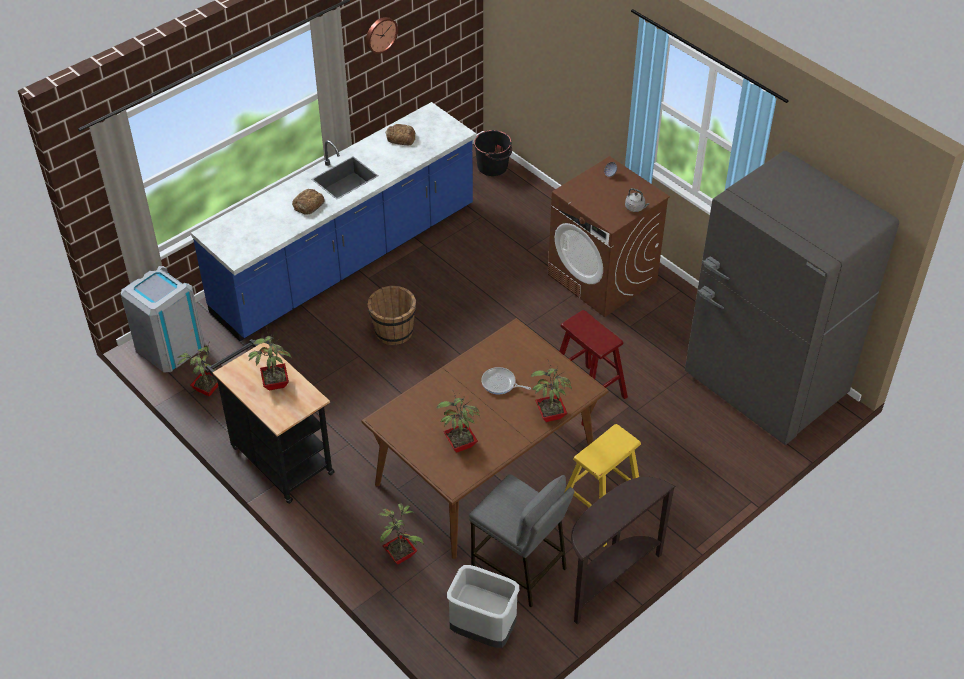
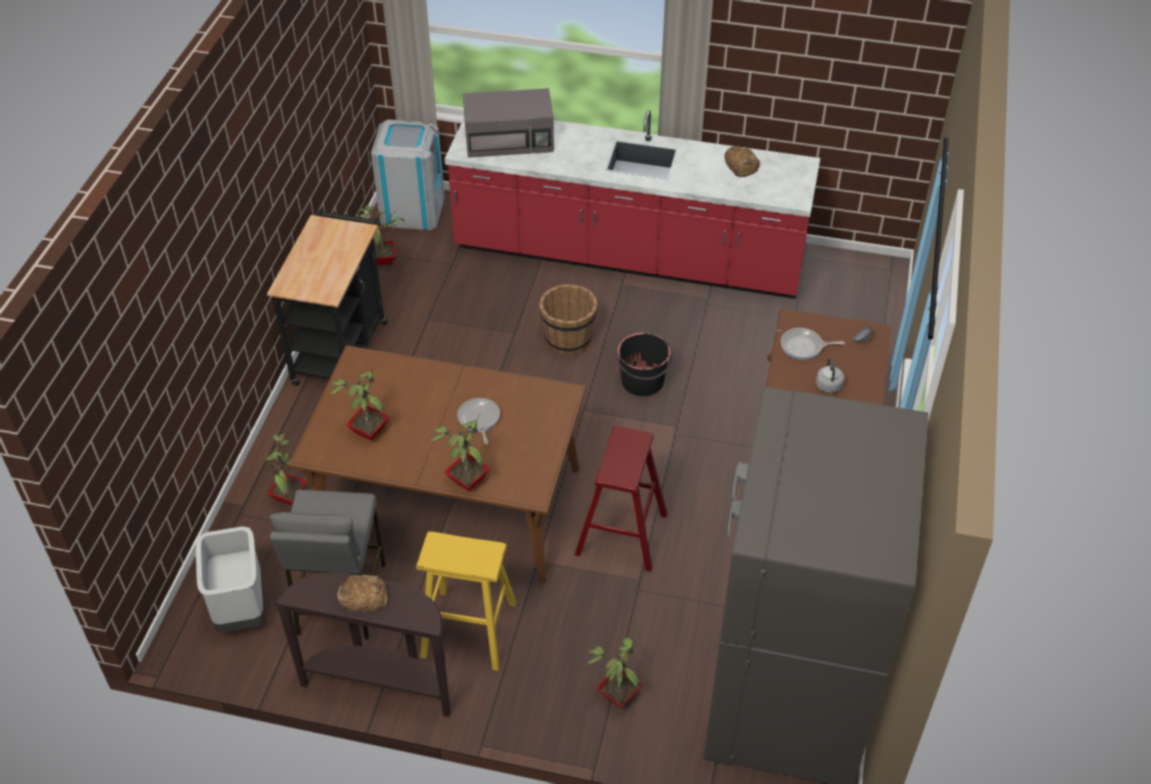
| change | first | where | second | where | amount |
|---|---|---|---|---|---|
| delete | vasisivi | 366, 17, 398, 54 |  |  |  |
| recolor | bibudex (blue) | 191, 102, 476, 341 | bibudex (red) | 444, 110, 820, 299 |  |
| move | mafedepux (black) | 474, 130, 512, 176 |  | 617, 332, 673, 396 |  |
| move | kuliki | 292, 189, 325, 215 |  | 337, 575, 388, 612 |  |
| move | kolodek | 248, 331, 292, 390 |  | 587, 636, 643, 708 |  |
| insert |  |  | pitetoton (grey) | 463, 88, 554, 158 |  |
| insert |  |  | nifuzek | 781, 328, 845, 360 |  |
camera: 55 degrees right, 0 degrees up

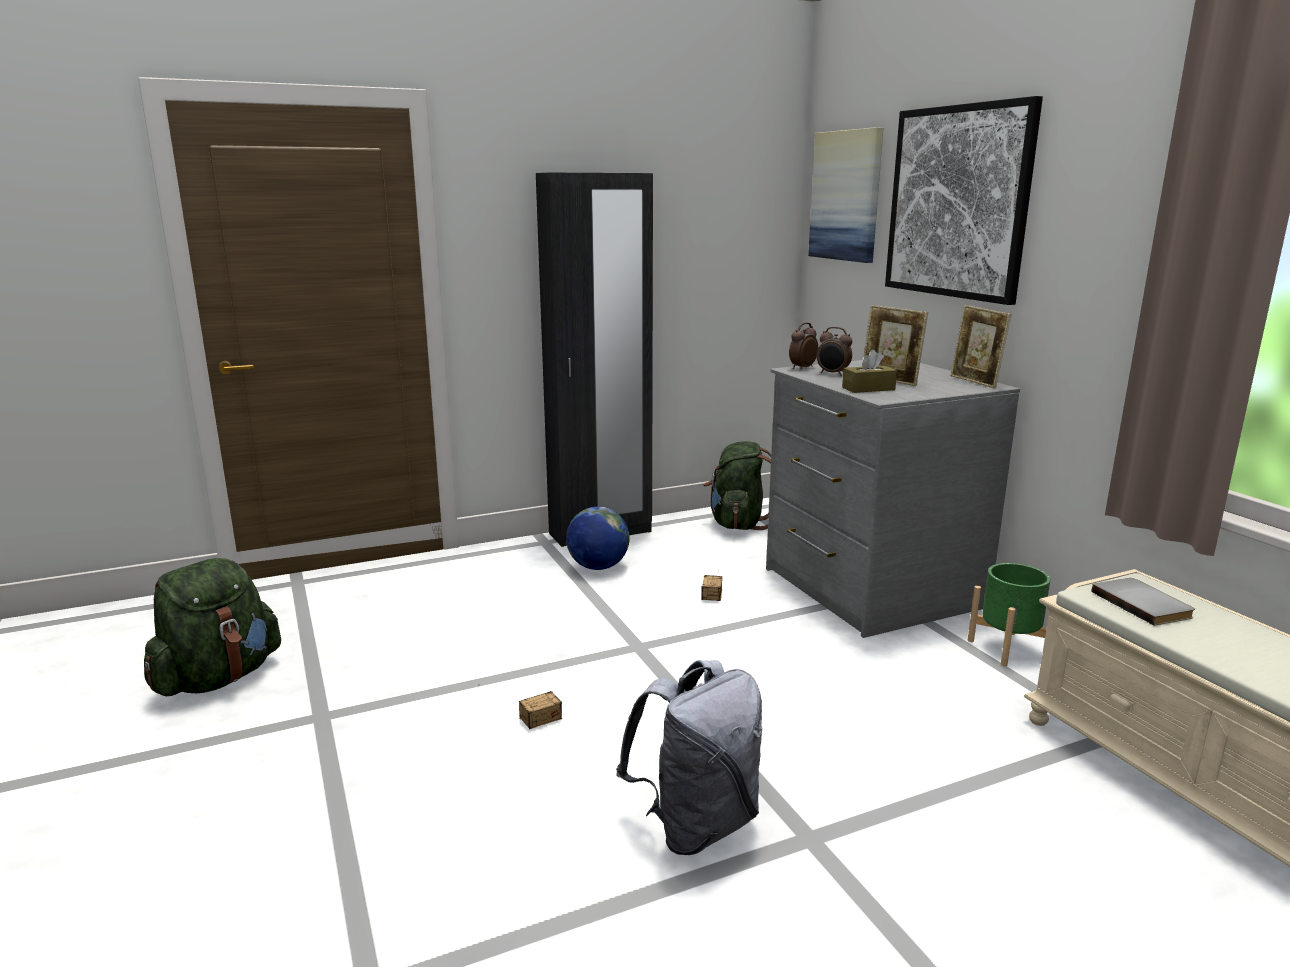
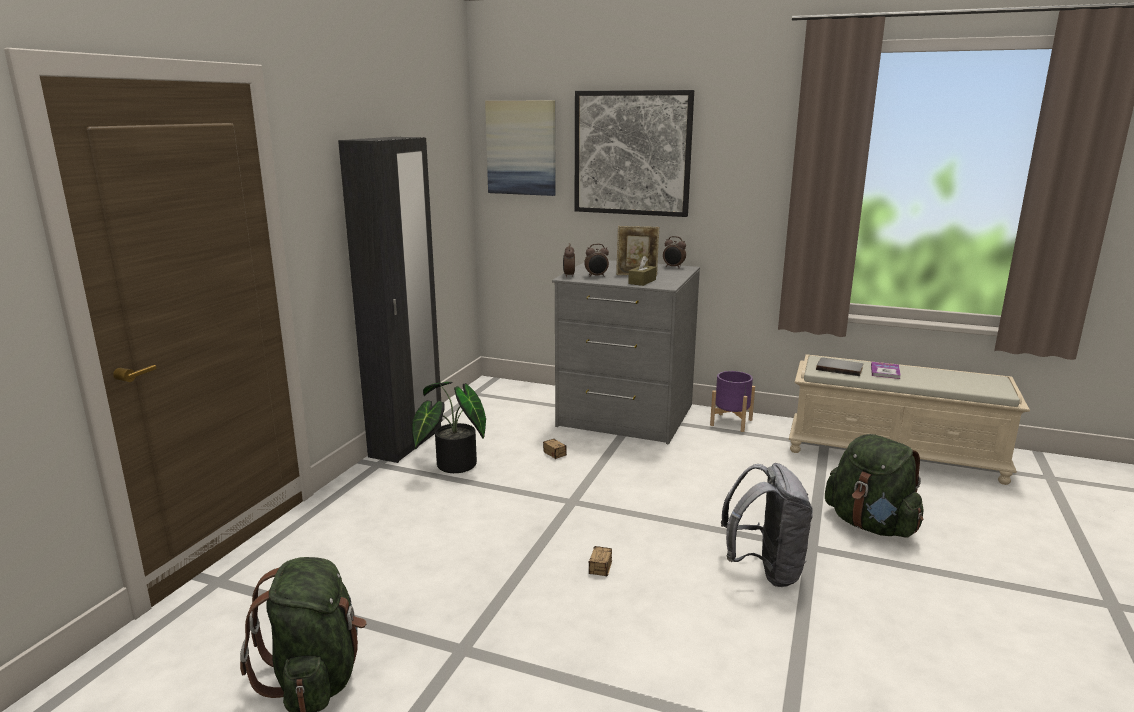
| change | first | where | second | where | amount |
|---|---|---|---|---|---|
| replace | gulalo | 951, 305, 1012, 389 | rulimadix | 663, 236, 686, 267 |  |
| move | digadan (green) | 703, 441, 771, 530 |  | 825, 434, 924, 538 |  |
| replace | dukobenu | 566, 507, 630, 570 | kolodek | 412, 382, 486, 473 |  |
| recolor | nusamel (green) | 968, 563, 1051, 666 | nusamel (purple) | 710, 371, 755, 432 |  |
| insert |  |  | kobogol | 871, 362, 901, 379 |  |
camera: 45 degrees left, 0 degrees up

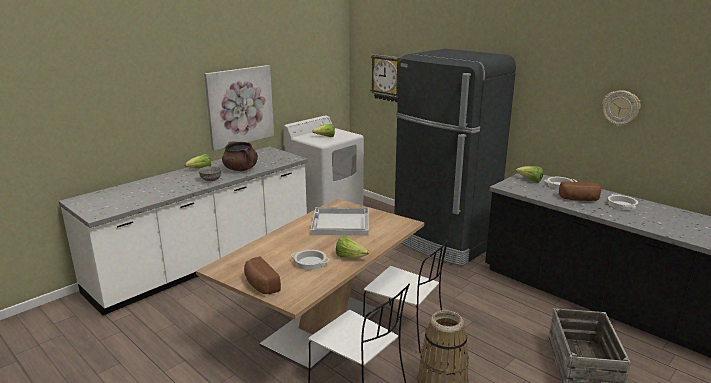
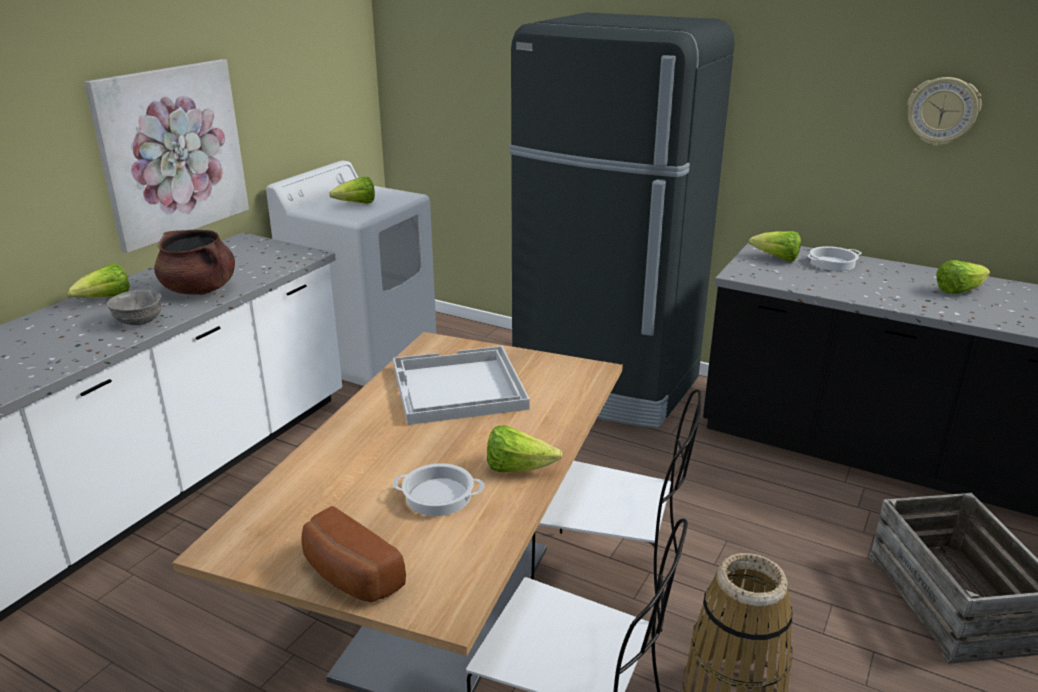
| change | first | where | second | where | amount |
|---|---|---|---|---|---|
| delete | vasisivi | 371, 54, 401, 102 |  |  |  |
| delete | kuliki | 559, 181, 601, 201 |  |  |  |
| replace | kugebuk | 608, 194, 638, 210 | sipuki | 936, 260, 990, 294 |  |
camera: 15 degrees left, 5 degrees up

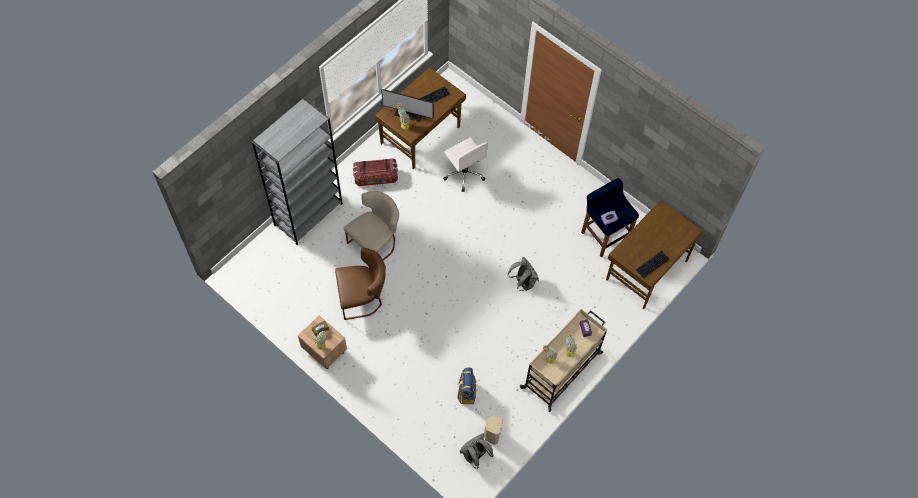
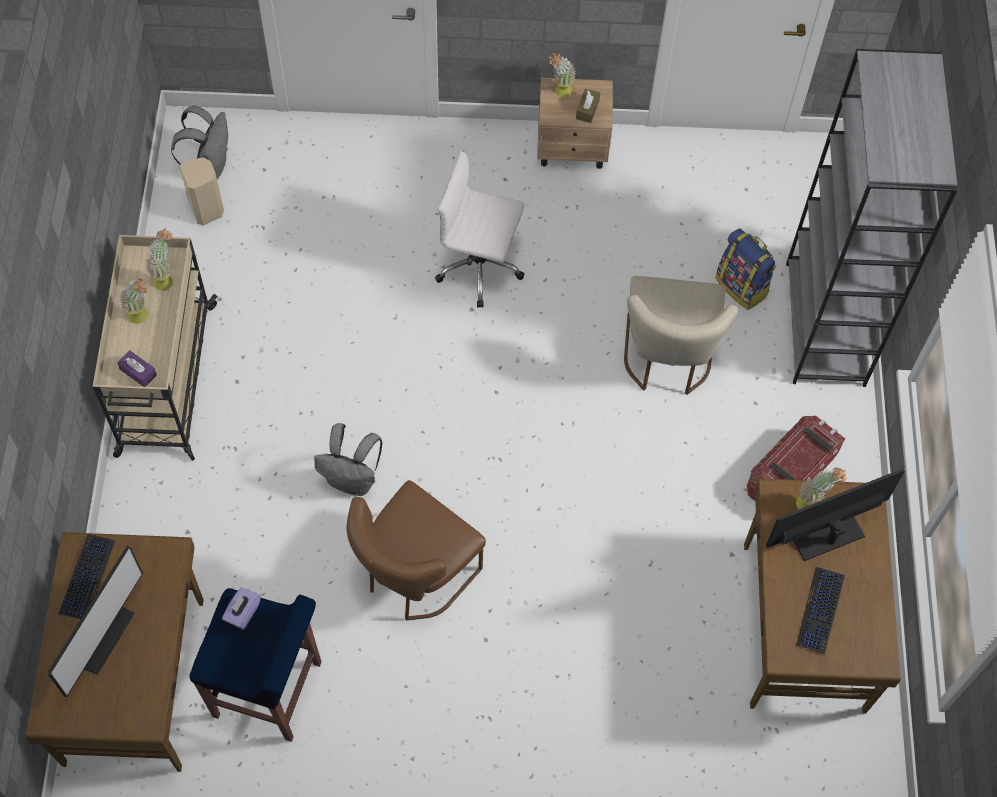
| change | first | where | second | where | amount |
|---|---|---|---|---|---|
| move | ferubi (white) | 443, 137, 488, 192 |  | 435, 151, 524, 308 |  |
| move | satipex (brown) | 335, 247, 386, 320 |  | 347, 480, 486, 620 |  |
| move | digadan | 458, 368, 476, 404 |  | 715, 228, 776, 310 |  |
| insert |  |  | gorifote | 47, 545, 143, 697 |  |
camera: 140 degrees right, 0 degrees up

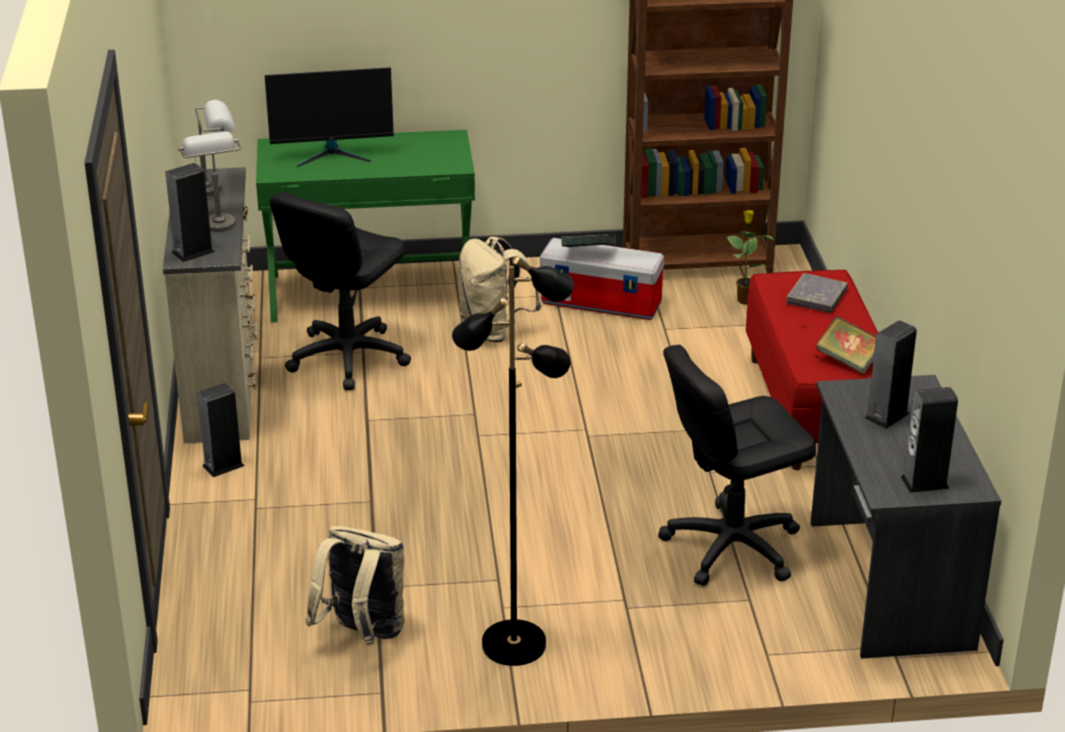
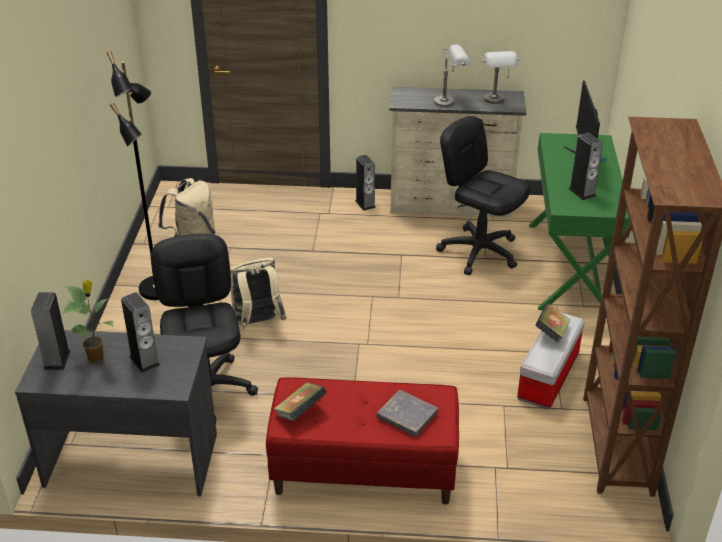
| change | first | where | second | where | amount |
|---|---|---|---|---|---|
| move | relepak | 165, 163, 215, 262 |  | 569, 132, 603, 200 |  |
| move | kolodek | 726, 210, 773, 305 |  | 63, 280, 114, 363 |  |
| move | digadan (beige) | 458, 237, 541, 342 |  | 230, 257, 287, 329 |  |
camera: 100 degrees right, 5 degrees up

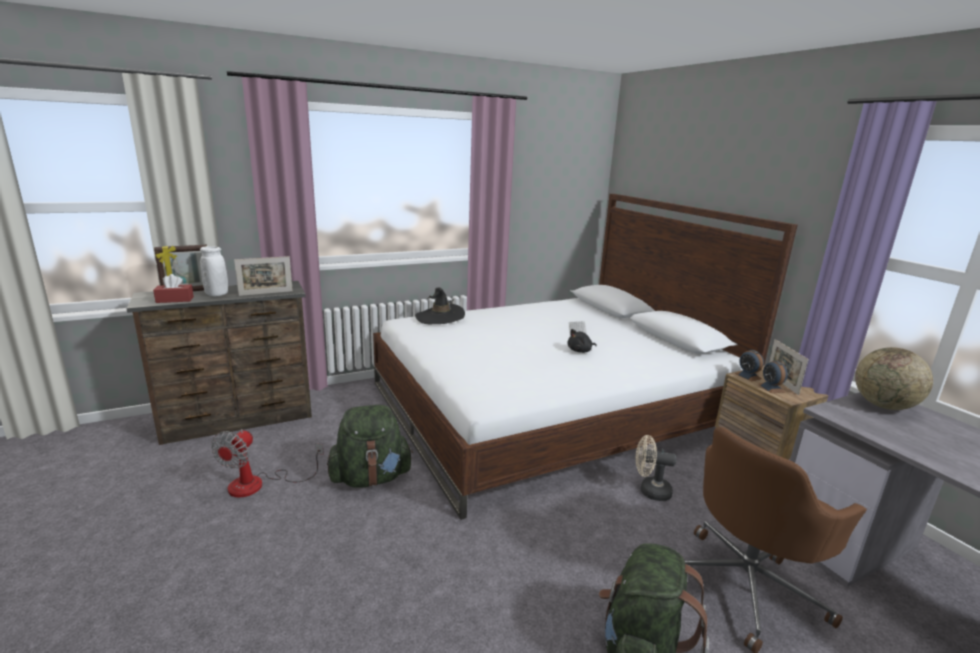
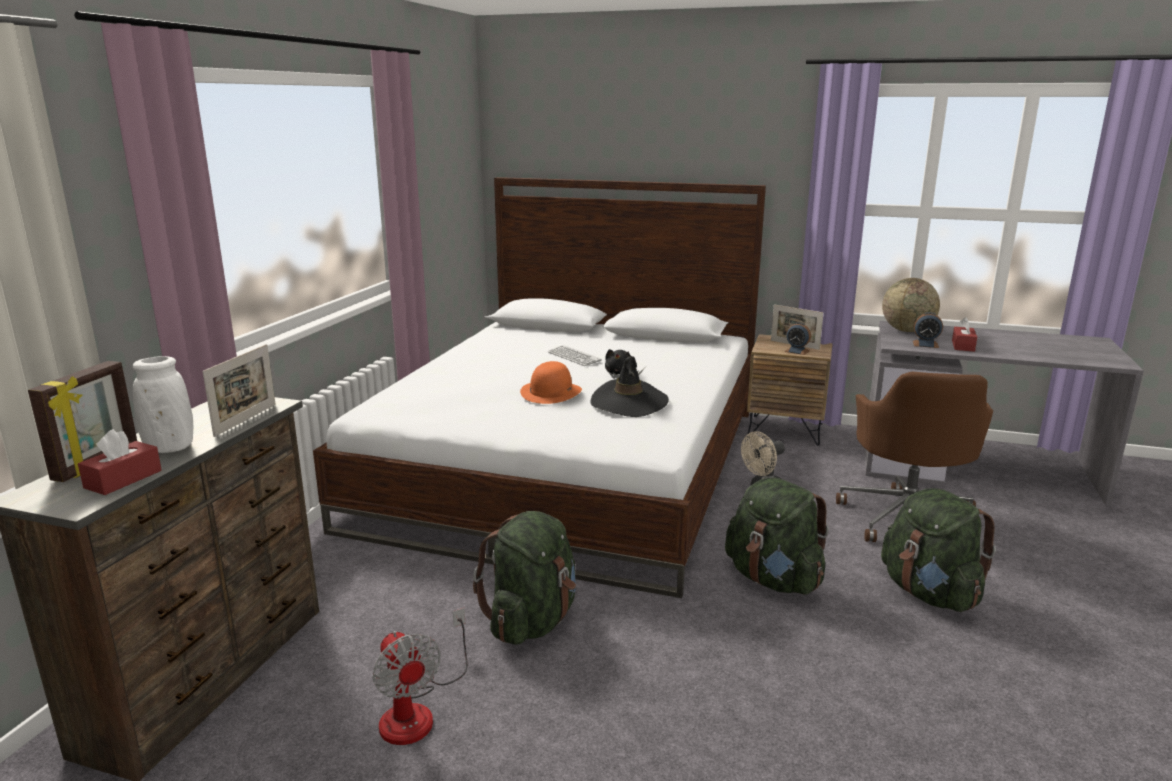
| change | first | where | second | where | amount |
|---|---|---|---|---|---|
| move | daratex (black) | 415, 287, 465, 324 |  | 591, 356, 669, 417 |  |
| move | rulimadix | 735, 350, 764, 381 |  | 913, 312, 943, 348 |  |
| insert |  |  | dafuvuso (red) | 952, 317, 977, 352 |  |
| insert |  |  | daratex (orange) | 520, 361, 582, 404 |  |
| insert |  |  | digadan (green) | 725, 477, 829, 595 |  |
camera: 45 degrees left, 0 degrees up

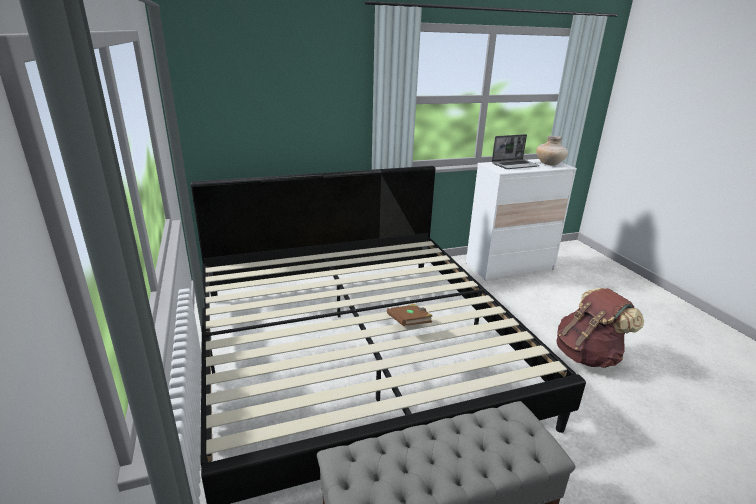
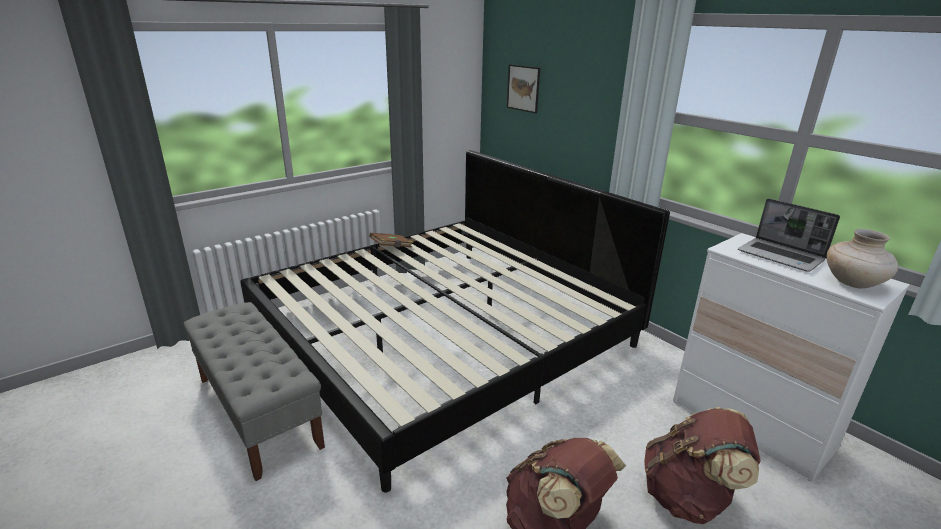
| change | first | where | second | where | amount |
|---|---|---|---|---|---|
| move | kobogol (brown) | 387, 304, 432, 326 |  | 369, 233, 413, 248 |  |
| insert |  |  | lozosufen | 507, 64, 540, 113 |  |
| insert |  |  | digadan (brown) | 644, 407, 761, 524 |  |
camera: 70 degrees right, 0 degrees up

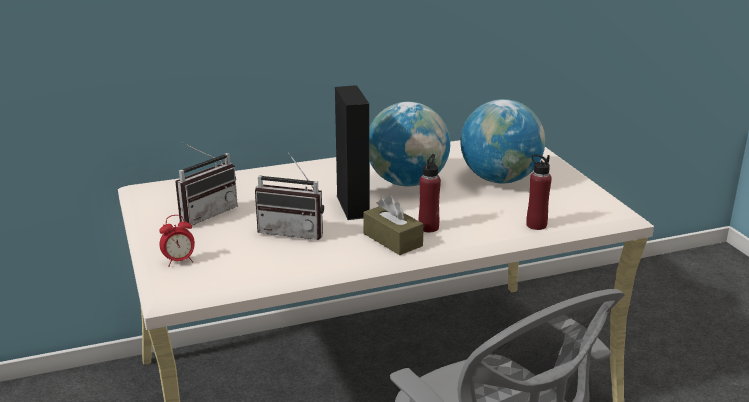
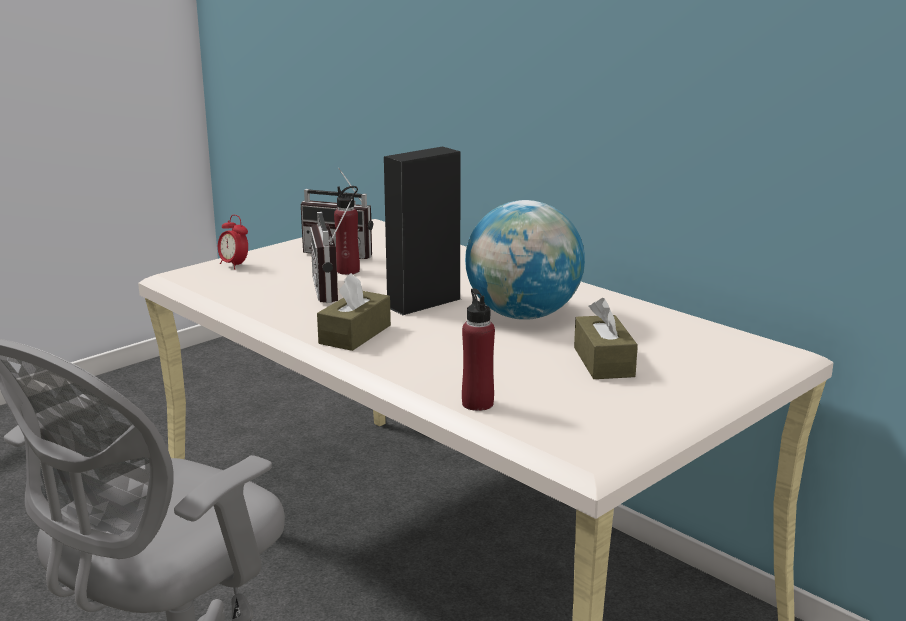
| change | first | where | second | where | amount |
|---|---|---|---|---|---|
| replace | dukobenu | 460, 99, 545, 183 | dafuvuso (brown) | 574, 298, 638, 379 |  |
| move | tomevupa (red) | 418, 154, 441, 233 |  | 334, 186, 360, 275 |  |
camera: 65 degrees right, 5 degrees down

